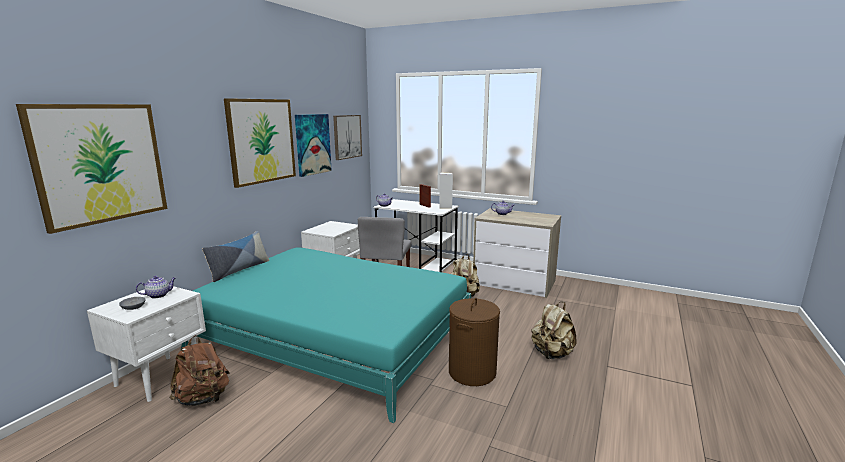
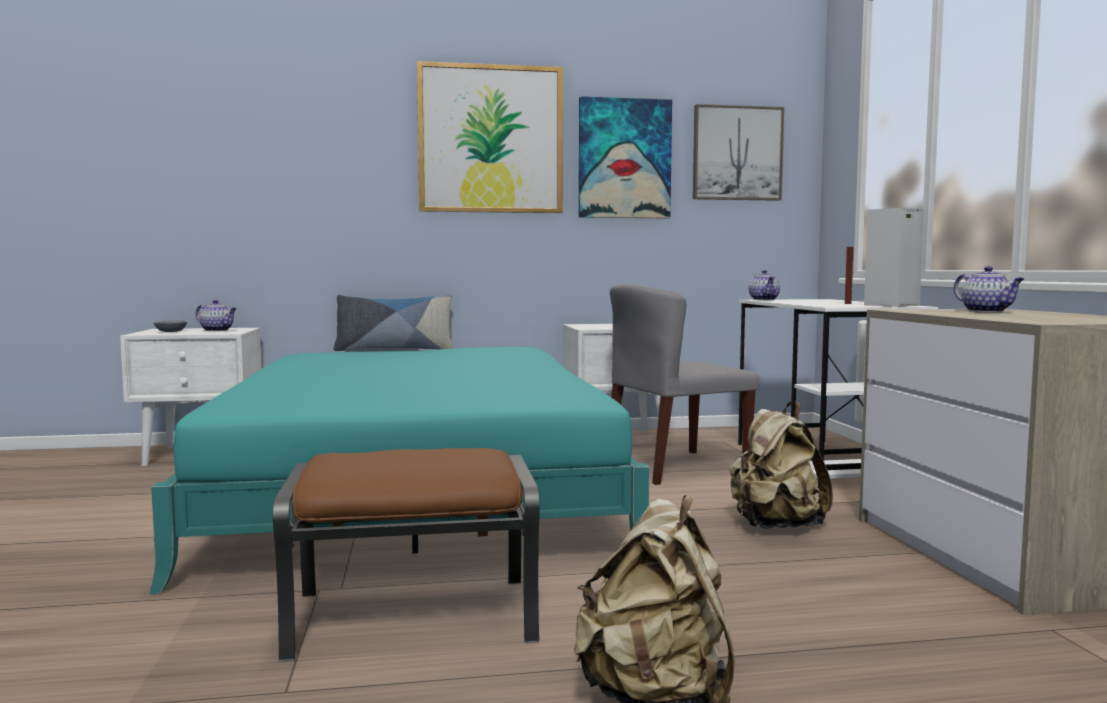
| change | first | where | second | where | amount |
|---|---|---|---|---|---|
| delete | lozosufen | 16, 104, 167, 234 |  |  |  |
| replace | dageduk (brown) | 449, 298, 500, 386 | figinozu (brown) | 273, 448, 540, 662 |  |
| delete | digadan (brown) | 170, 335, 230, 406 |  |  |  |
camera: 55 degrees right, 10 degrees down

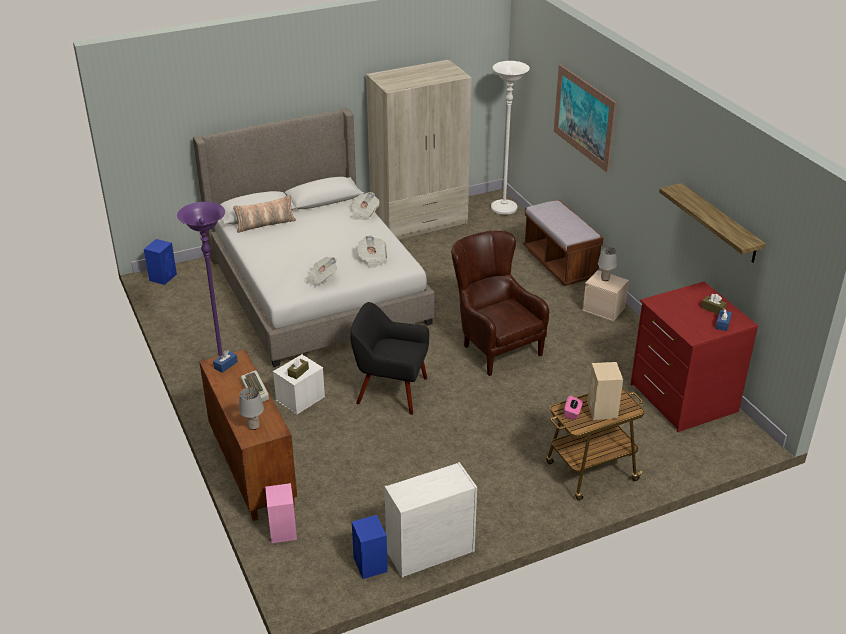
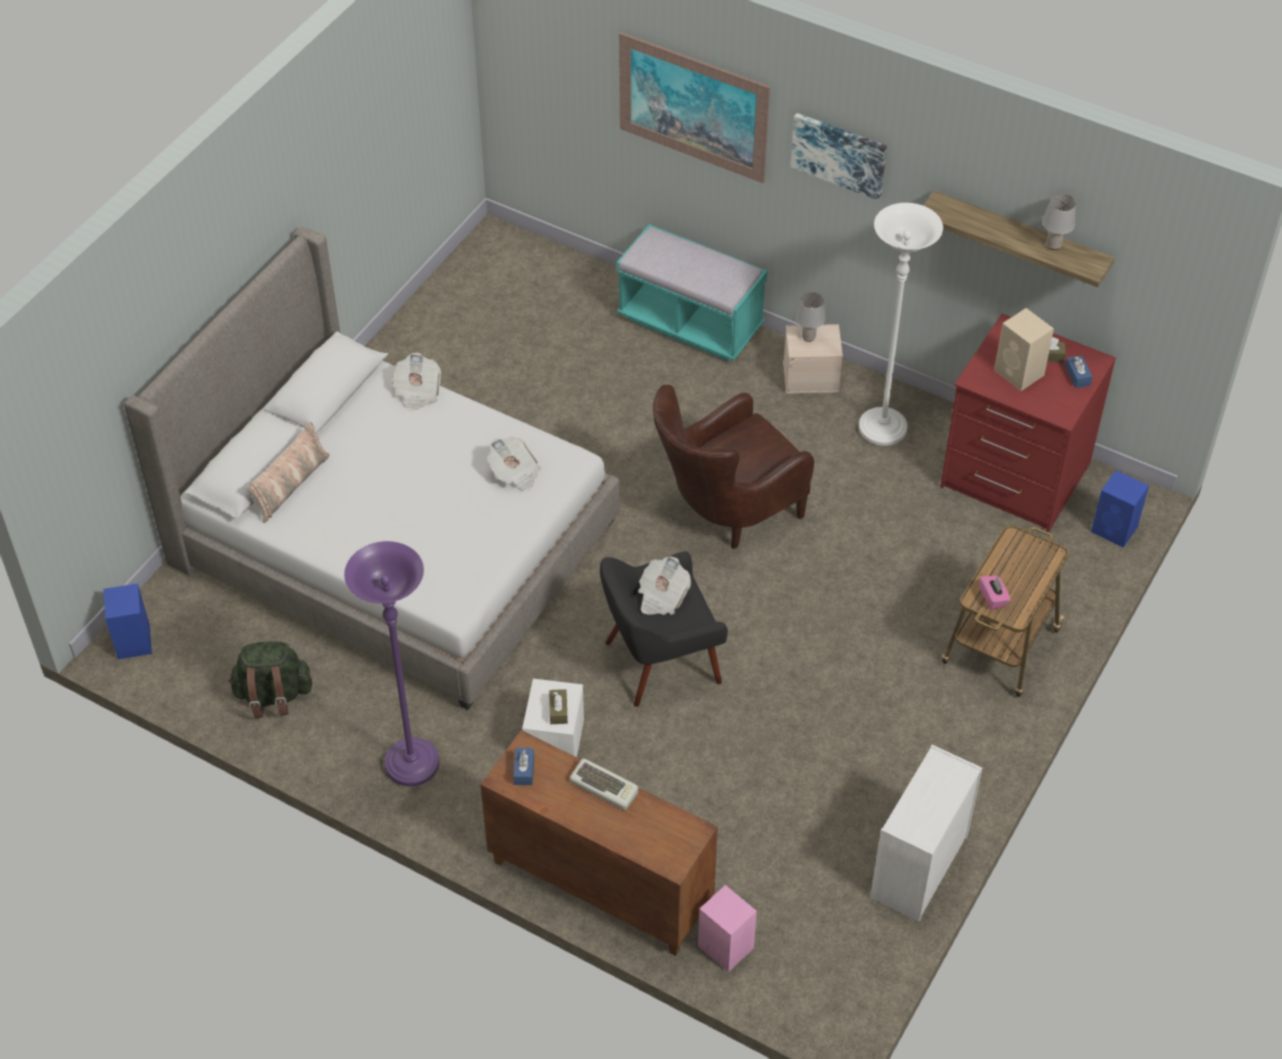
| change | first | where | second | where | amount |
|---|---|---|---|---|---|
| delete | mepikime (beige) | 366, 59, 472, 240 |  |  |  |
| move | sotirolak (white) | 491, 61, 530, 215 |  | 859, 203, 943, 446 |  |
| recolor | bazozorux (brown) | 523, 200, 603, 286 | bazozorux (turquoise) | 617, 224, 767, 361 |  |
| rotate | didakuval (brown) | 451, 231, 549, 376 |  | 653, 385, 814, 549 | 60 degrees counterclockwise |
| move | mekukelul | 304, 257, 337, 286 |  | 638, 556, 691, 615 |  |
| move | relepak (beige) | 587, 362, 623, 420 |  | 994, 308, 1054, 391 |  |
| move | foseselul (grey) | 239, 387, 264, 430 |  | 1042, 194, 1076, 250 |  |
| move | relepak (blue) | 352, 515, 388, 579 |  | 1091, 470, 1149, 548 |  |
| insert |  |  | lozosufen | 791, 113, 887, 200 |  |
| insert |  |  | digadan (green) | 228, 641, 312, 718 |  |
camera: 35 degrees left, 15 degrees up

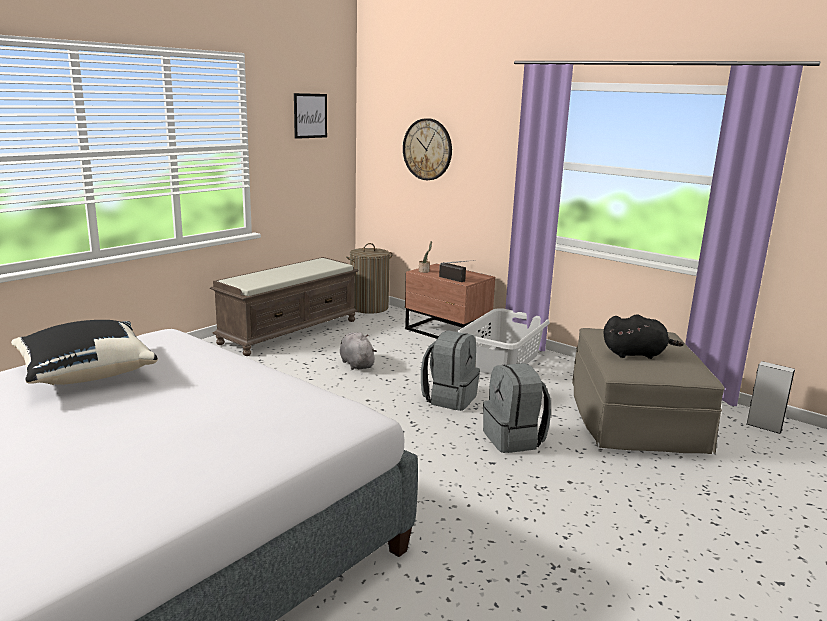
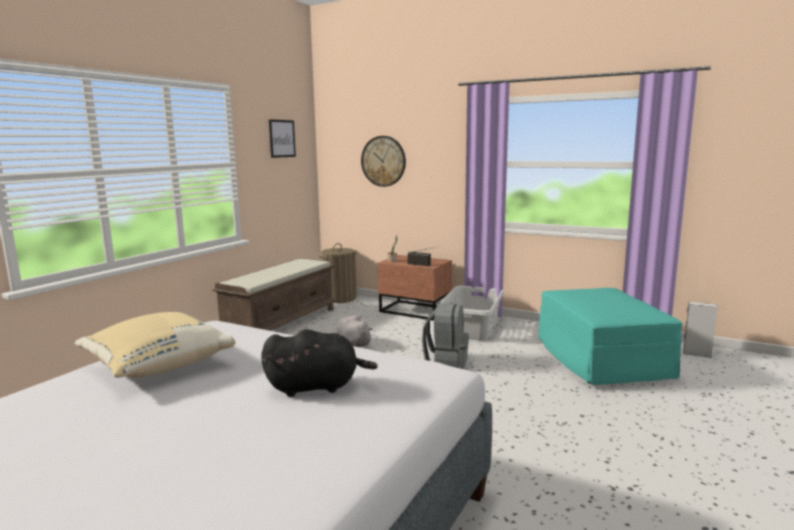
| change | first | where | second | where | amount |
|---|---|---|---|---|---|
| move | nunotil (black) | 603, 314, 684, 359 |  | 261, 329, 378, 397 |  |
| recolor | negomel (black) | 11, 320, 158, 385 | negomel (beige) | 75, 312, 236, 378 |  |
| recolor | figinozu (beige) | 572, 328, 725, 454 | figinozu (turquoise) | 538, 288, 683, 385 |  |
| delete | digadan (grey) | 483, 363, 551, 453 |  |  |  |
camera: 10 degrees left, 5 degrees down

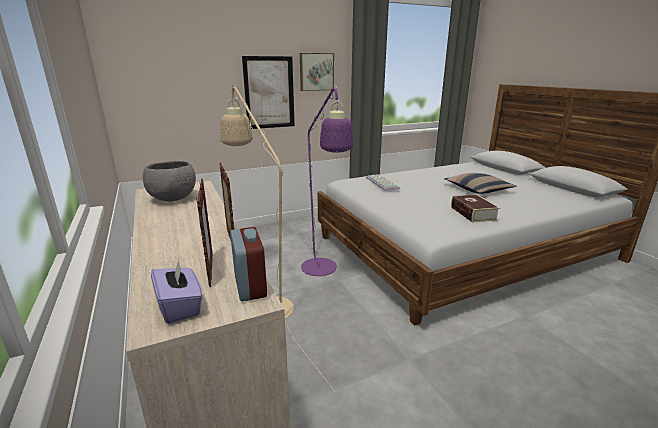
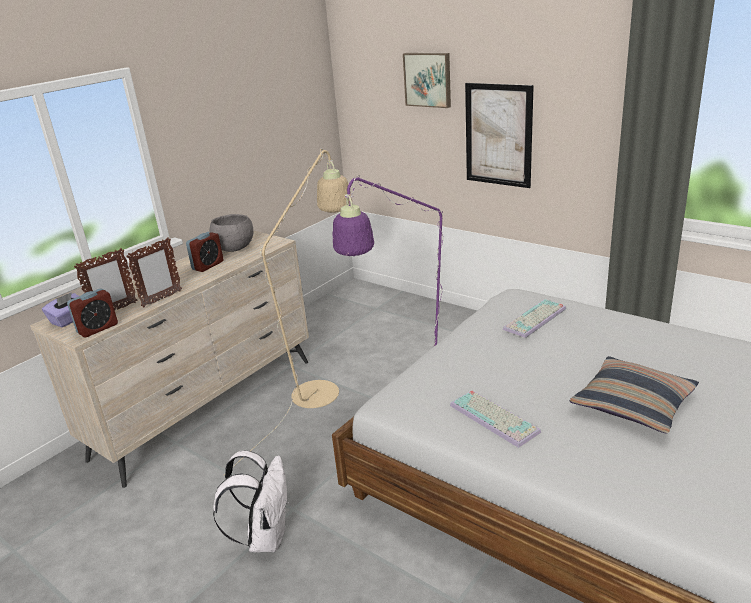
| change | first | where | second | where | amount |
|---|---|---|---|---|---|
| move | lozosufen | 300, 53, 334, 91 |  | 403, 53, 451, 108 |  |
| replace | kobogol | 451, 194, 500, 223 | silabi | 450, 390, 541, 448 |  |
| insert |  |  | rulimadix | 186, 232, 224, 272 |  |
| insert |  |  | digadan (white) | 213, 450, 289, 553 |  |
camera: 65 degrees right, 5 degrees up

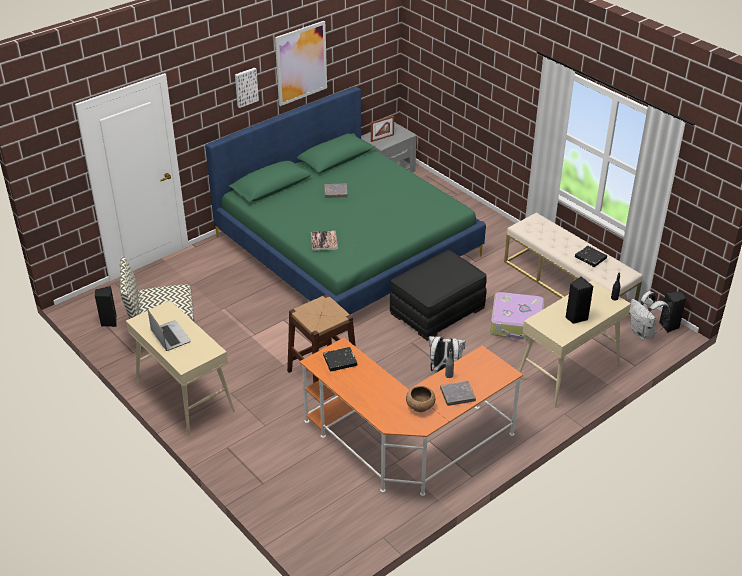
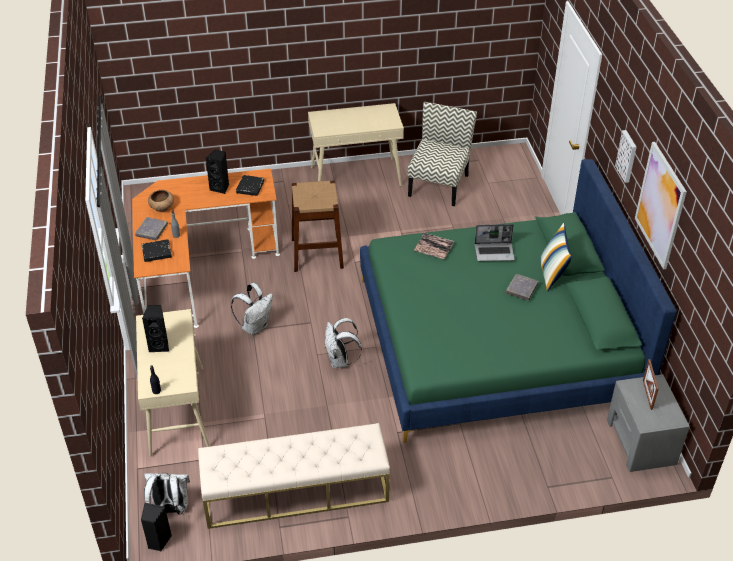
| change | first | where | second | where | amount |
|---|---|---|---|---|---|
| move | kobogol (black) | 575, 246, 607, 267 |  | 142, 239, 172, 262 |  |
| replace | figinozu (black) | 389, 250, 487, 341 | digadan (white) | 325, 318, 362, 368 |  |
| move | relepak (black) | 95, 286, 117, 327 |  | 206, 150, 229, 194 |  |
| delete | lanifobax | 490, 292, 544, 340 |  |  |  |
| move | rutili | 148, 310, 191, 351 |  | 475, 224, 515, 261 |  |
| insert |  |  | negomel | 541, 223, 572, 292 |  |
camera: 120 degrees right, 5 degrees up

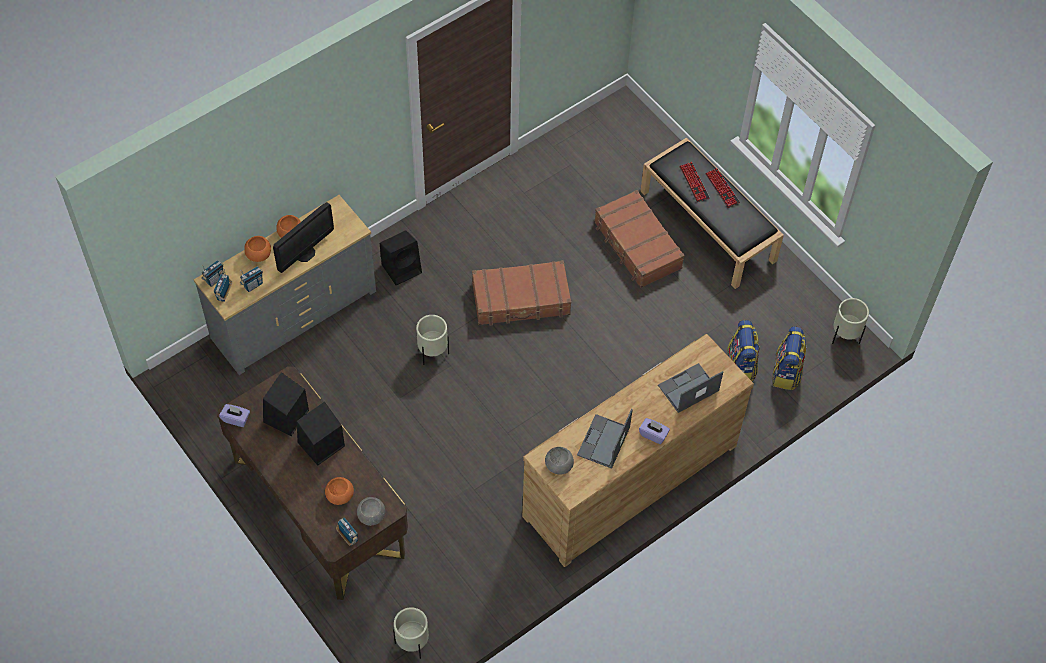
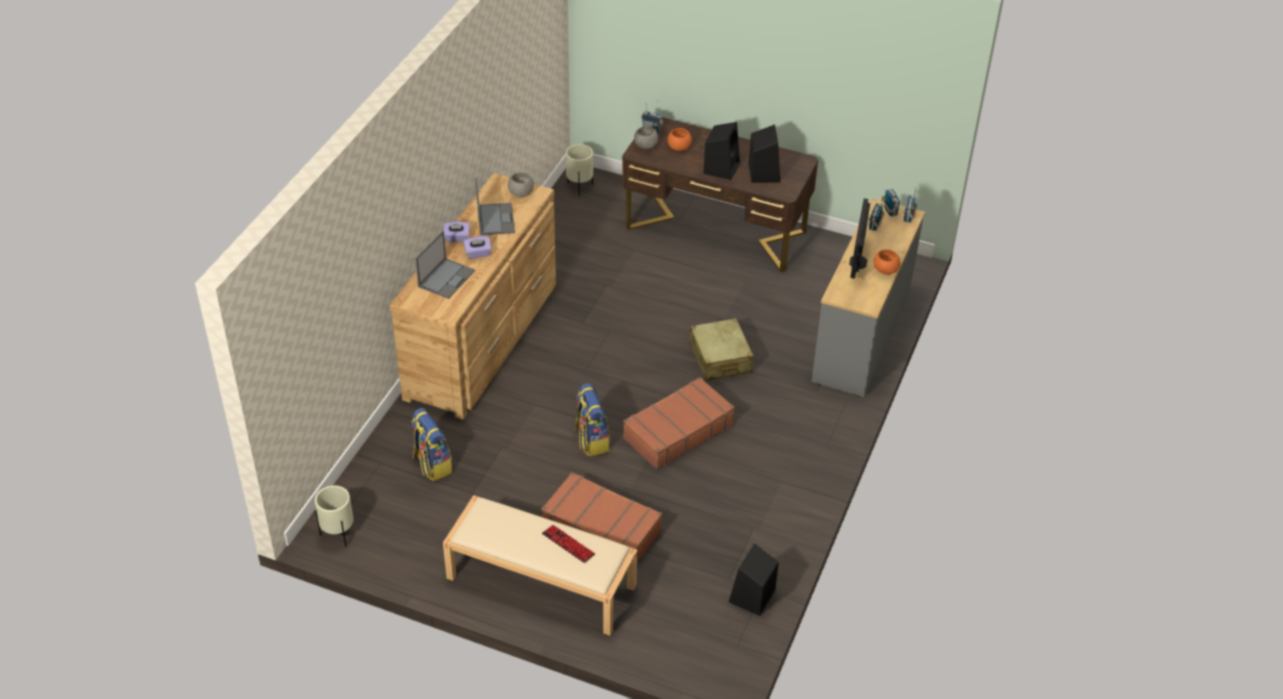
| change | first | where | second | where | amount |
|---|---|---|---|---|---|
| recolor | bazozorux (black) | 640, 138, 784, 289 | bazozorux (beige) | 443, 495, 637, 636 |  |
| delete | silabi | 705, 168, 740, 208 |  |  |  |
| move | relepak (black) | 380, 230, 422, 285 |  | 729, 543, 779, 616 |  |
| delete | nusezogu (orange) | 244, 236, 271, 262 |  |  |  |
| replace | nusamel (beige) | 416, 315, 449, 365 | lanifobax (beige) | 690, 318, 754, 381 |  |
| move | digadan | 772, 326, 807, 391 |  | 573, 383, 610, 456 |  |
| move | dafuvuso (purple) | 219, 404, 250, 427 |  | 463, 236, 492, 259 |  |
camera: 150 degrees right, 15 degrees down

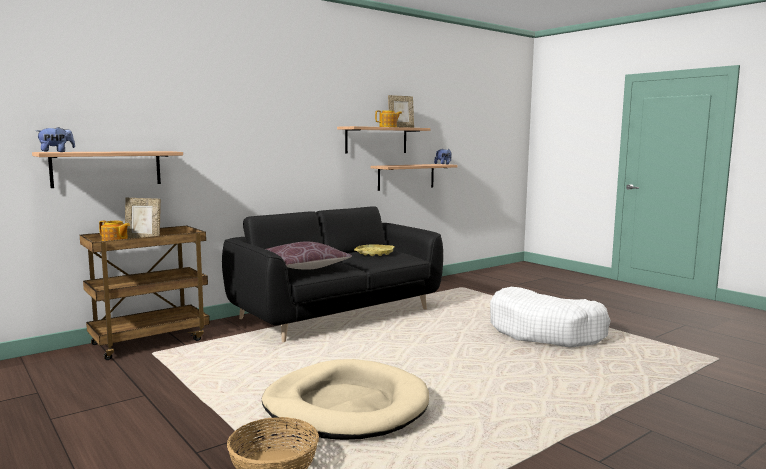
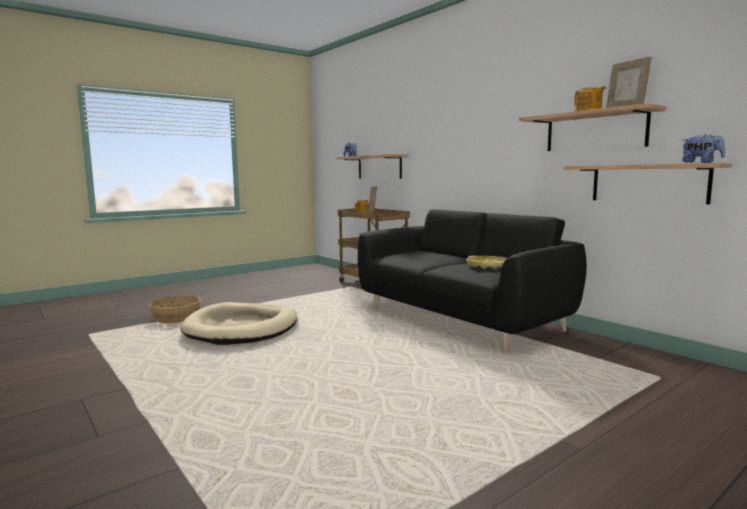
| change | first | where | second | where | amount |
|---|---|---|---|---|---|
| delete | negomel (brown) | 266, 241, 352, 270 |  |  |  |
| delete | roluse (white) | 490, 287, 611, 347 |  |  |  |
camera: 90 degrees right, 0 degrees up

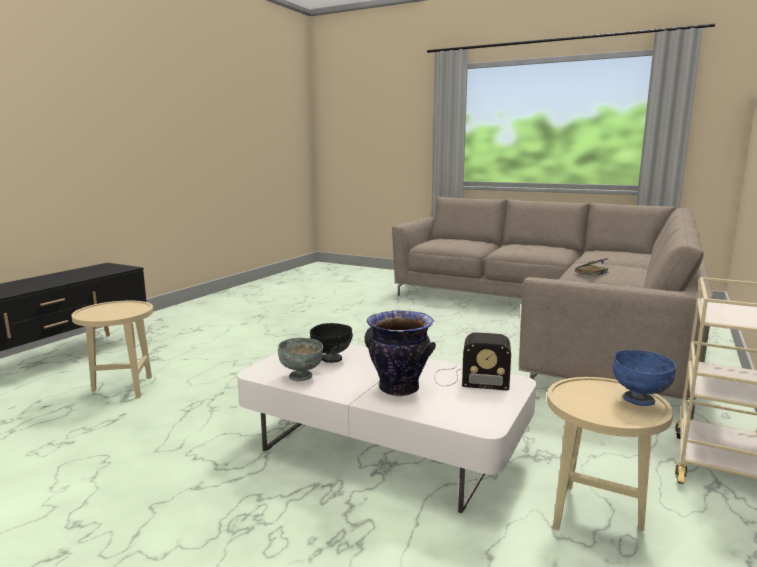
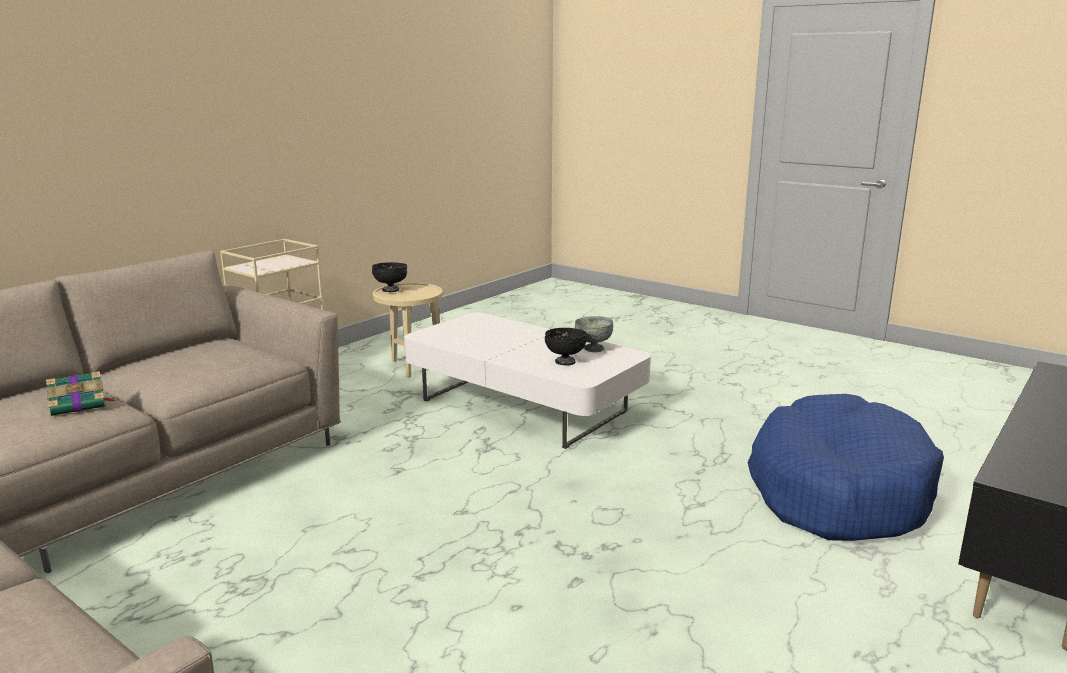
| change | first | where | second | where | amount |
|---|---|---|---|---|---|
| replace | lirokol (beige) | 71, 301, 153, 398 | roluse (blue) | 747, 394, 944, 541 |  |
| delete | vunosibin | 365, 310, 436, 396 |  |  |  |
| delete | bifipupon | 434, 332, 511, 391 |  |  |  |
| recolor | nusezogu (blue) | 612, 350, 677, 406 | nusezogu (black) | 372, 262, 407, 292 |  |
camera: 170 degrees left, 5 degrees up

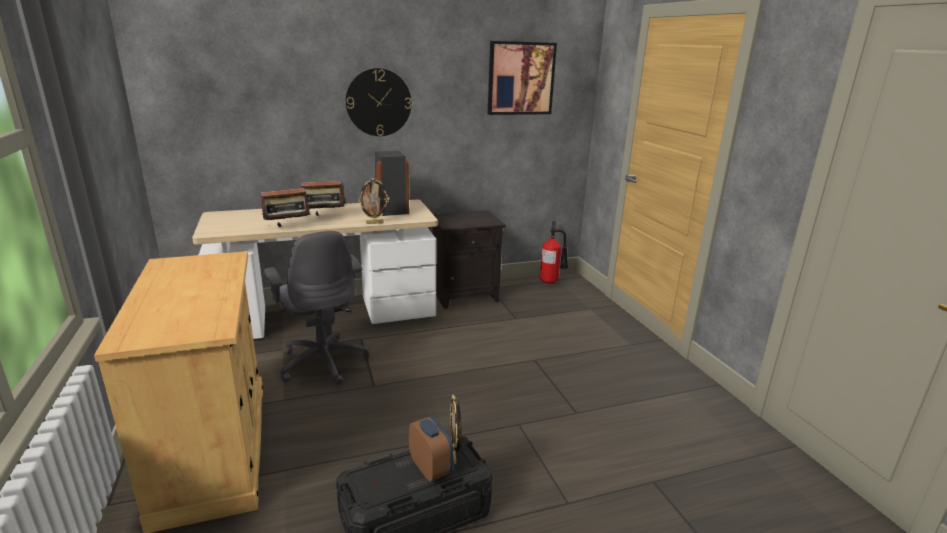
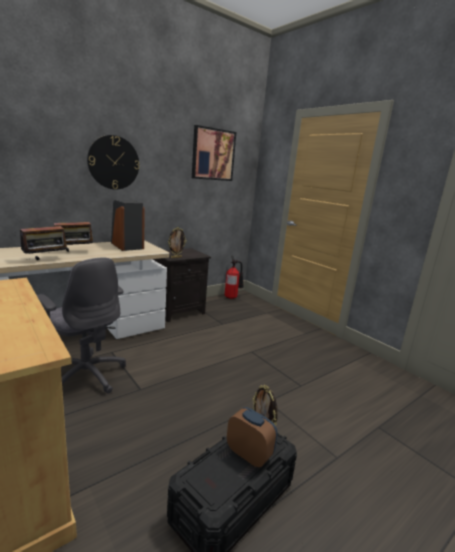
| change | first | where | second | where | amount |
|---|---|---|---|---|---|
| move | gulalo | 358, 178, 389, 224 |  | 168, 227, 187, 258 |  |
camera: 20 degrees left, 5 degrees down

